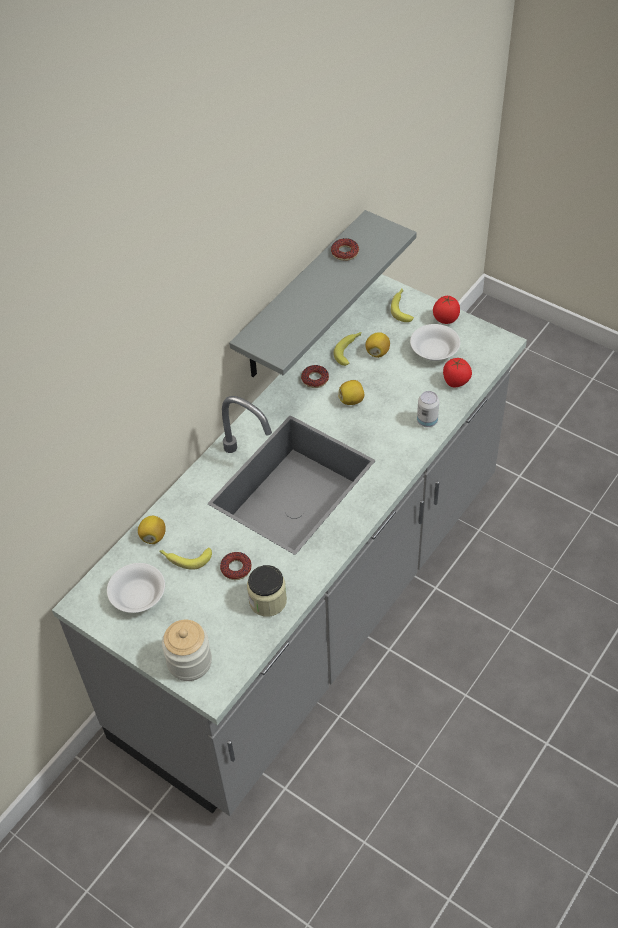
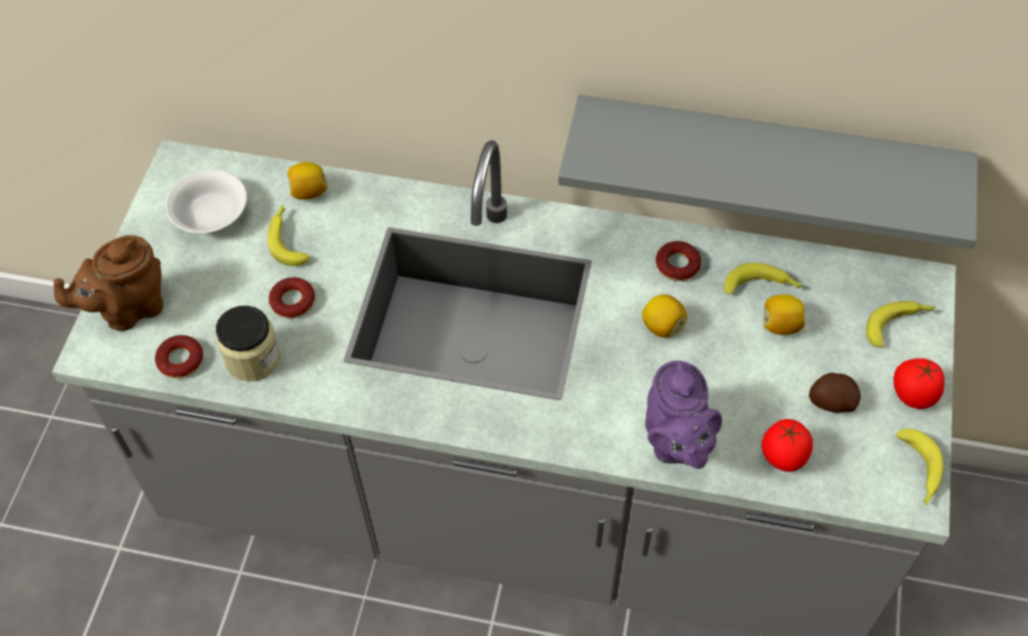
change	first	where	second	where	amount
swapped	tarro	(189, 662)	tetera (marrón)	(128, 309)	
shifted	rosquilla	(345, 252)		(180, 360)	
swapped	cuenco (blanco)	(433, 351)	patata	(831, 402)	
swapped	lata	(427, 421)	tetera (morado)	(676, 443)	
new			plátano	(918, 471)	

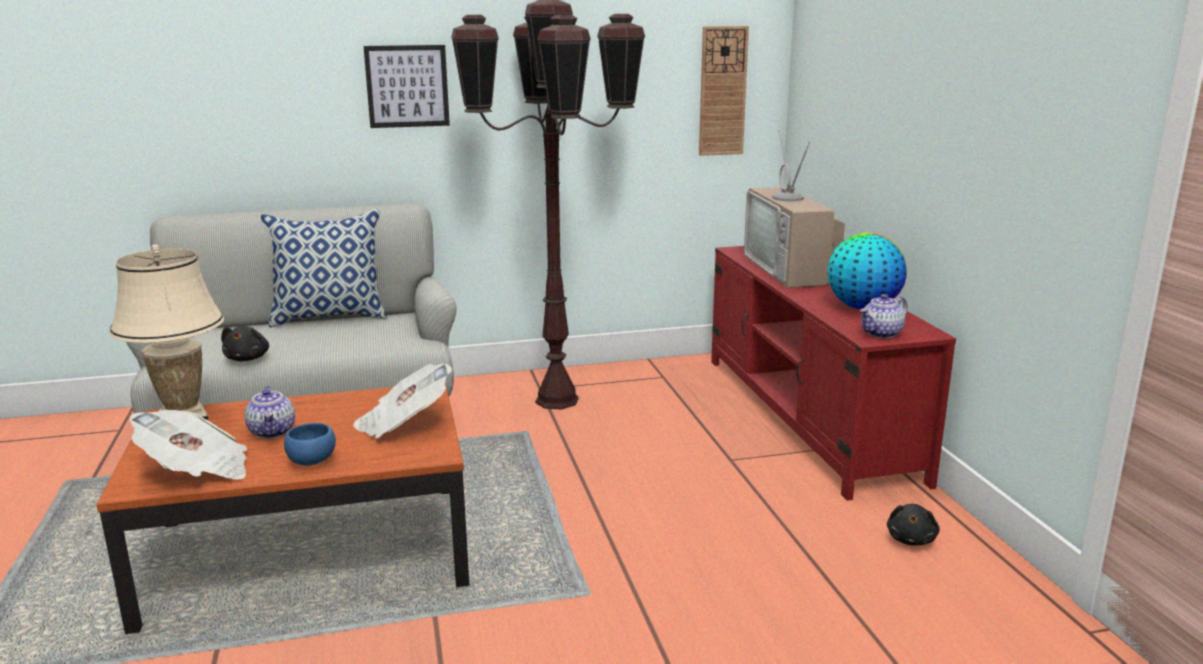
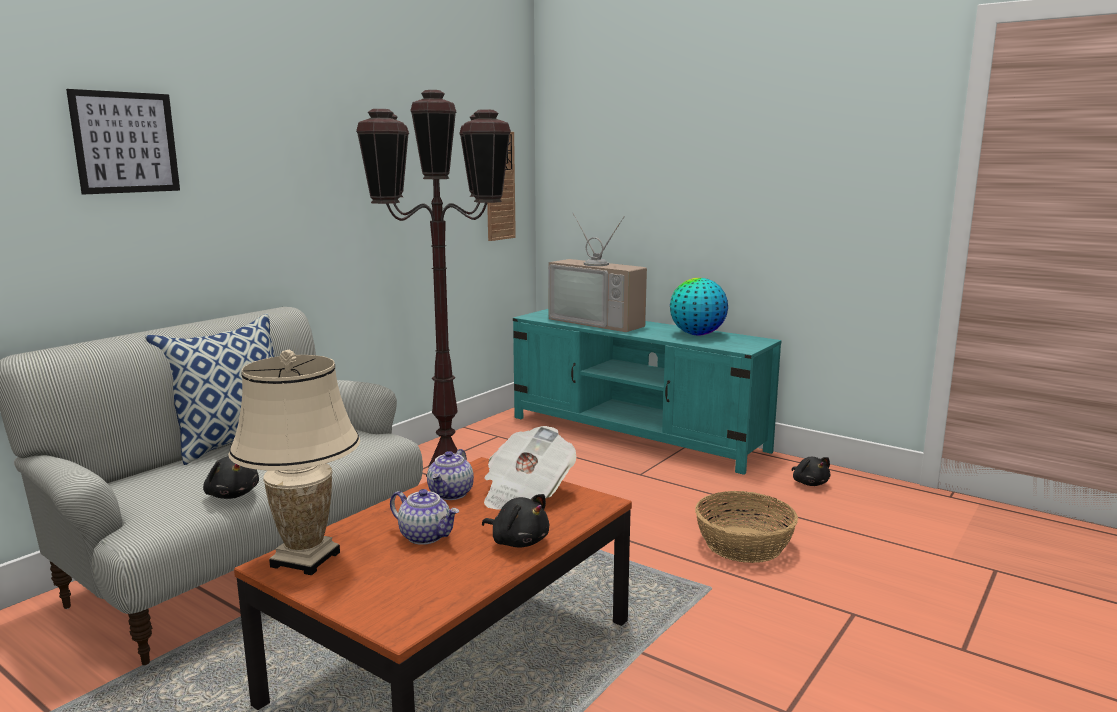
change	first	where	second	where	amount
gone	periódico	(197, 471)			
swapped	cuenco (azul)	(313, 460)	peluche (negro)	(518, 541)	
shifted	cuadro	(407, 86)		(125, 142)	
repainted	mueble de televisión (rojo)	(807, 416)	mueble de televisión (turquesa)	(636, 434)	
shifted	tetera	(881, 334)		(451, 494)	
new			cesta	(744, 544)	

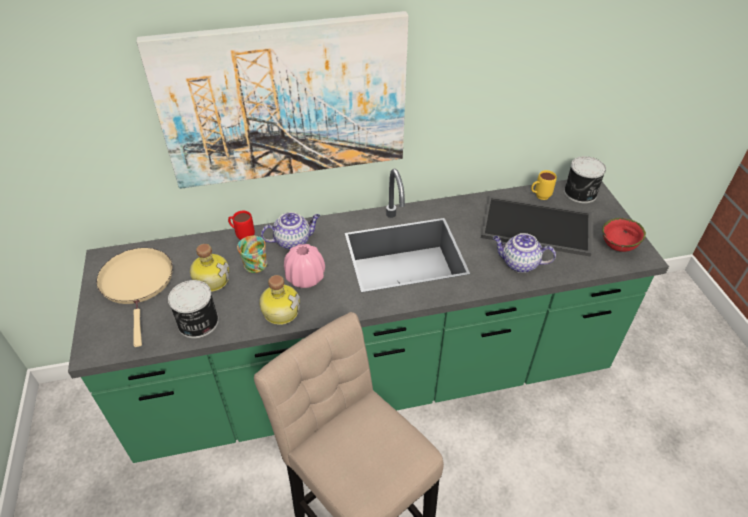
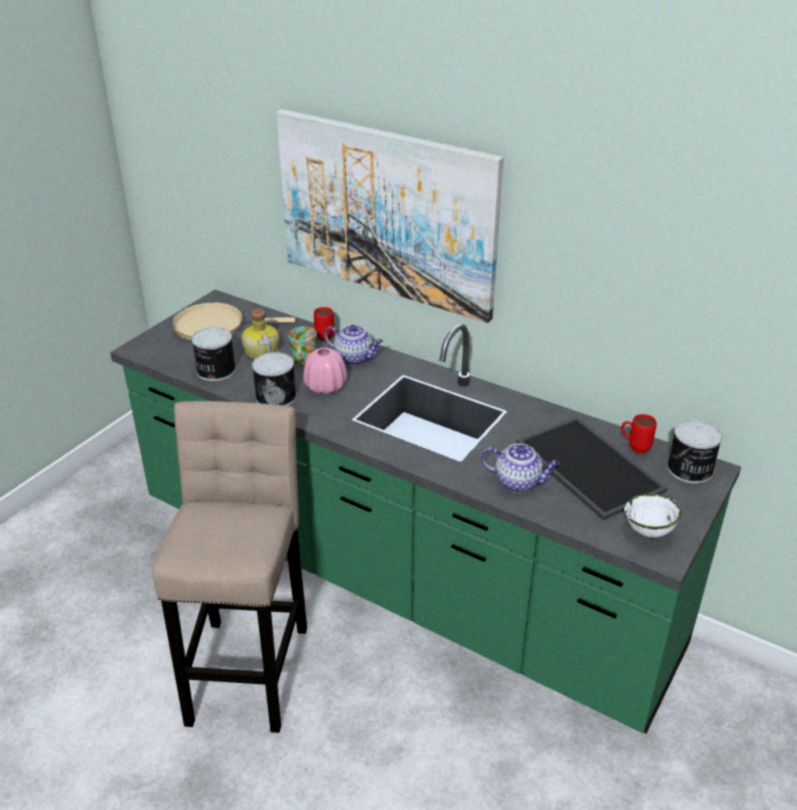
change	first	where	second	where	amount
rotated	sartén (beis)	(138, 283)		(214, 326)	120 degrees counterclockwise
swapped	botella	(280, 311)	lata	(276, 396)	
rotated	tetera	(519, 263)		(518, 482)	135 degrees clockwise
repainted	taza grande (amarillo)	(539, 197)	taza grande (rojo)	(634, 447)	
repainted	cuenco (rojo)	(618, 247)	cuenco (blanco)	(648, 533)	

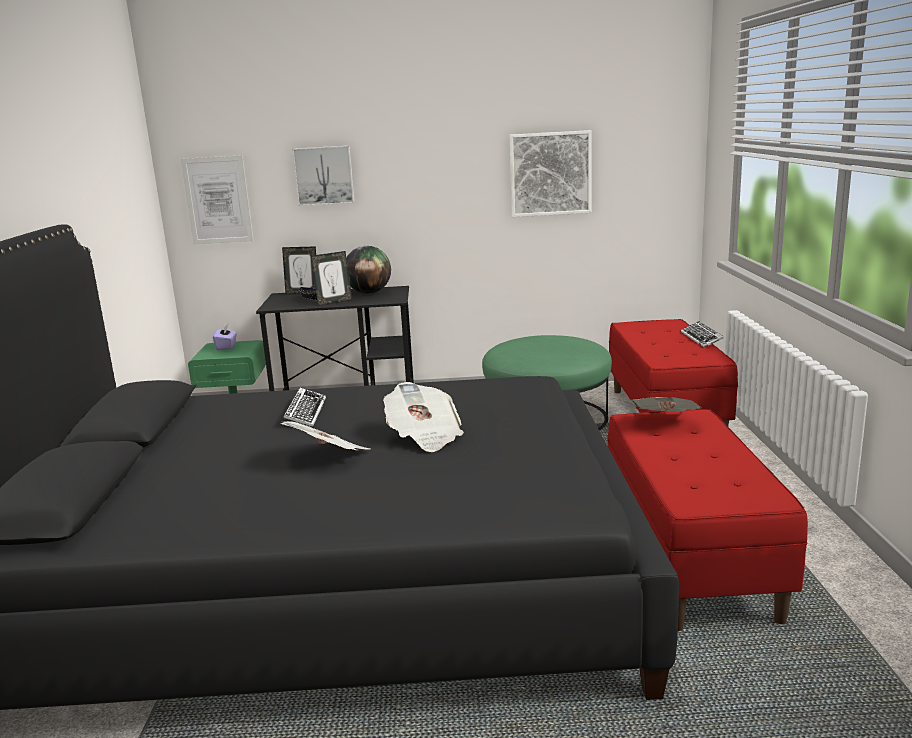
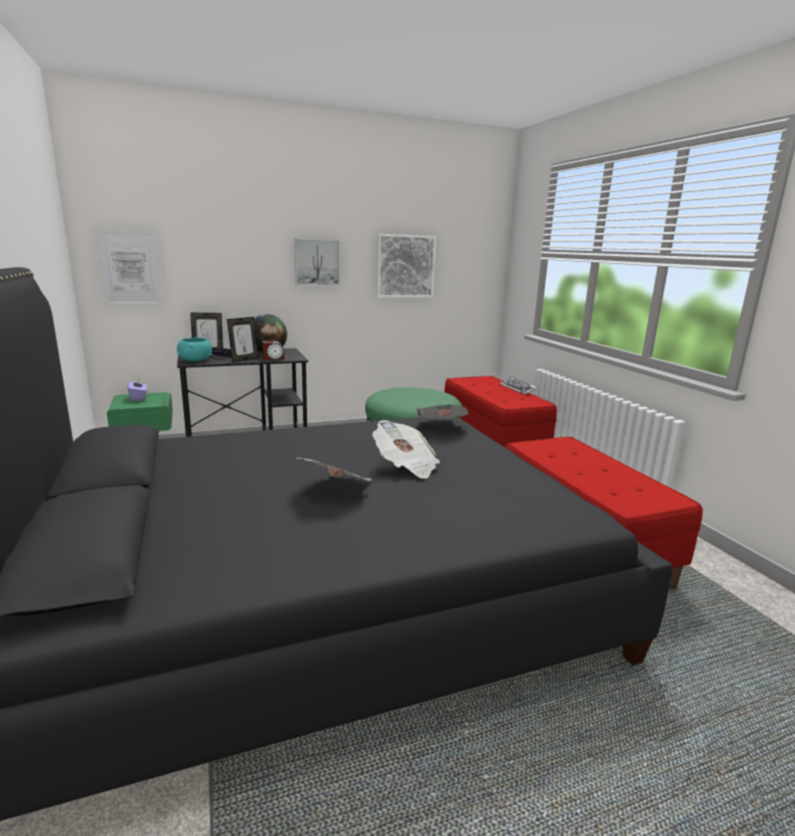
change	first	where	second	where	amount
gone	teclado	(305, 412)			
shifted	cuadro	(324, 175)		(316, 262)	
shifted	periódico	(664, 423)		(441, 427)	
new			cuenco (turquesa)	(195, 360)	
new			despertador	(273, 358)	

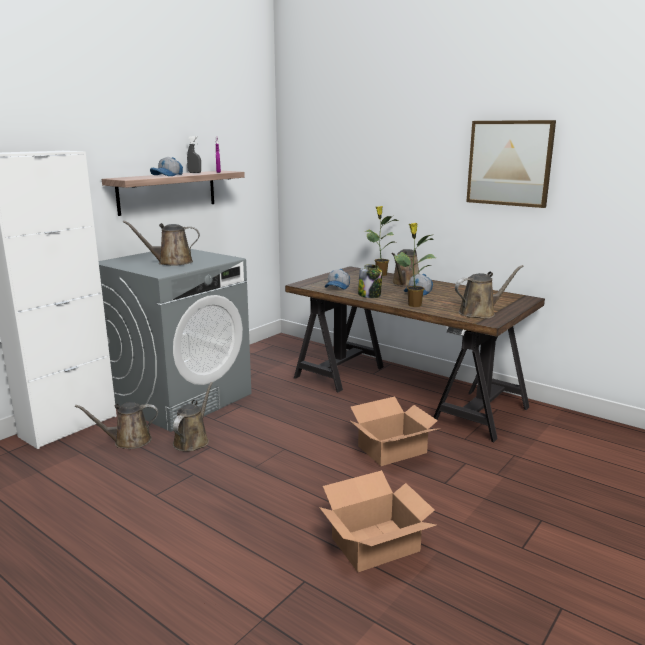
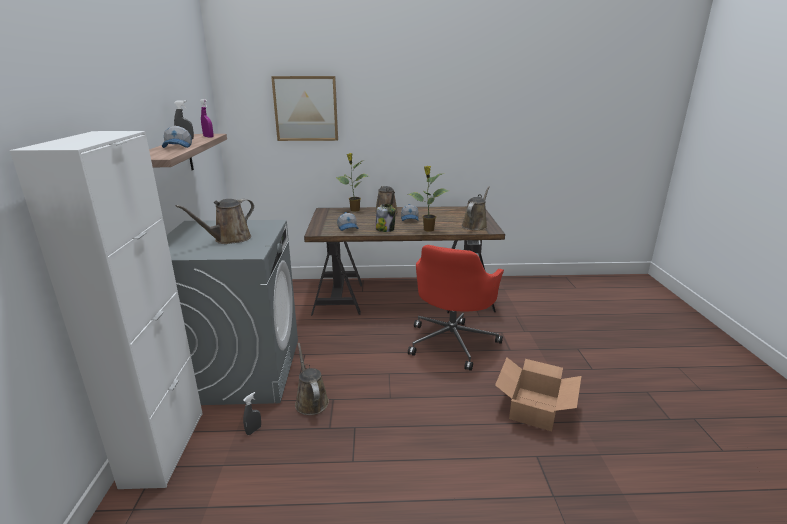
change	first	where	second	where	amount
swapped	regadera (marrón)	(128, 441)	pulverizador (gris)	(253, 430)	
swapped	caja de cartón	(391, 449)	silla de oficina (rojo)	(452, 342)	
shifted	cuadro	(509, 163)		(306, 108)	

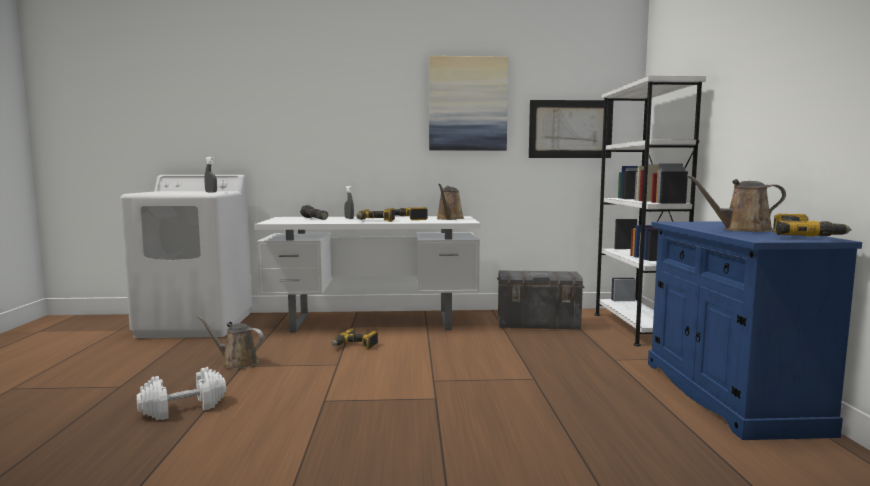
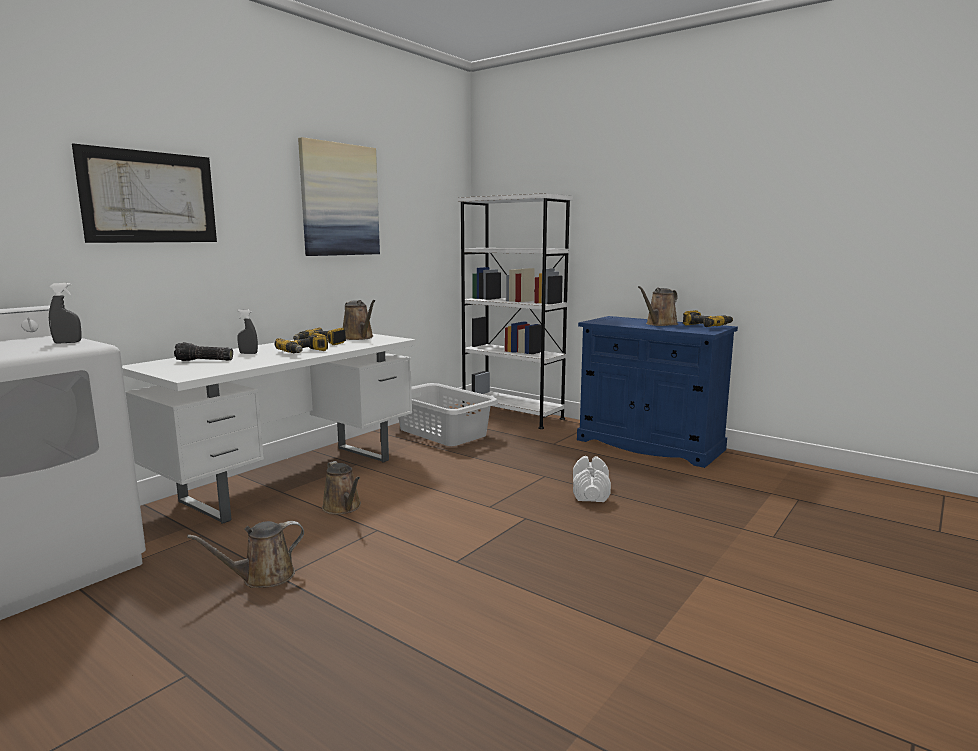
change	first	where	second	where	amount
shifted	mancuerna (blanco)	(183, 408)		(591, 492)	
swapped	taladro	(355, 346)	regadera (marrón)	(343, 507)	
swapped	caja de almacenaje (gris)	(538, 324)	cesto de la ropa (gris)	(442, 432)	
shifted	cuadro	(570, 129)		(150, 197)	

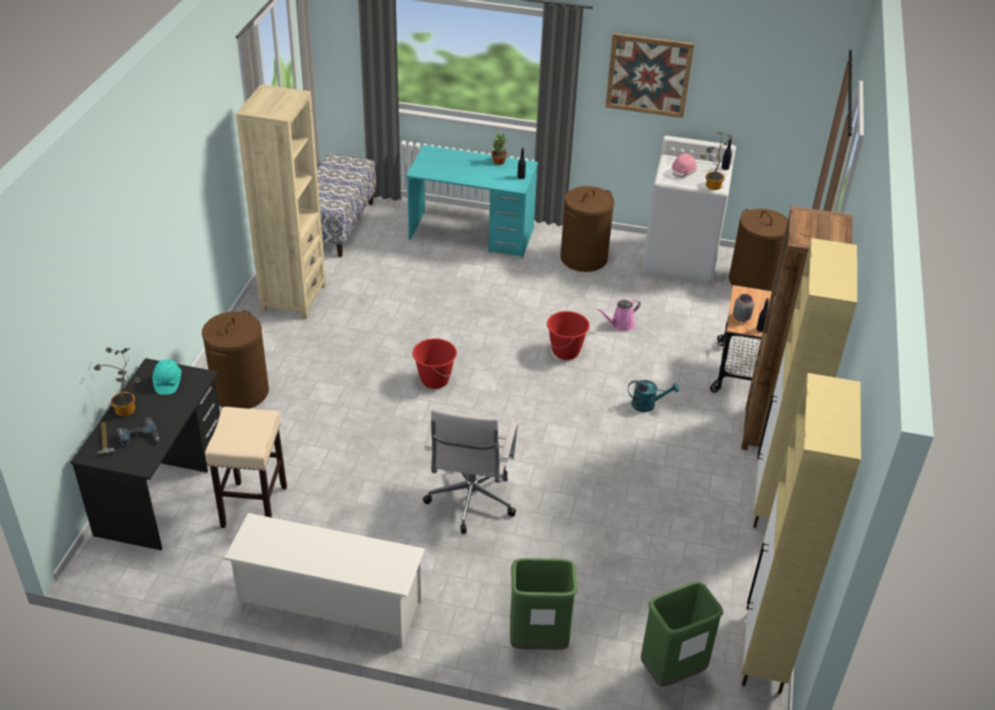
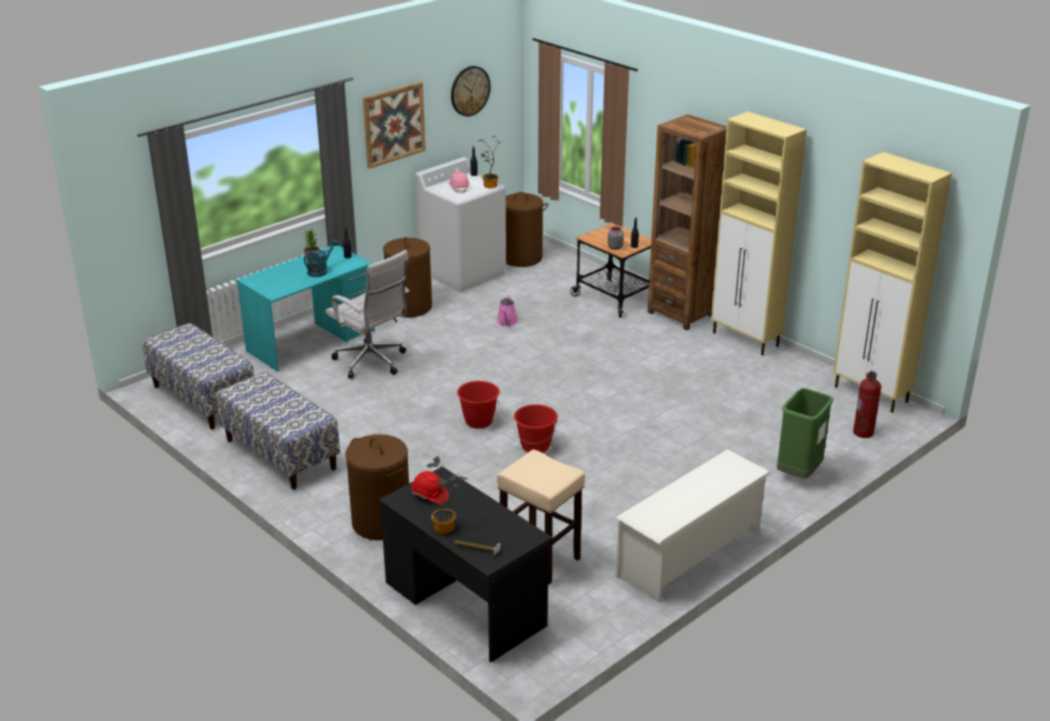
change	first	where	second	where	amount
gone	taladro	(139, 437)			
repainted	casco (turquesa)	(167, 382)	casco (rojo)	(429, 495)	
swapped	estantería (beis)	(293, 297)	banco	(280, 454)	
shifted	silla de oficina (blanco)	(470, 502)		(372, 363)	
shifted	cubo (rojo)	(566, 351)		(535, 446)	
shifted	regadera (turquesa)	(648, 404)		(320, 271)	
swapped	papelera (verde)	(672, 671)	extintor	(863, 432)	
new			reloj de pared	(470, 91)	

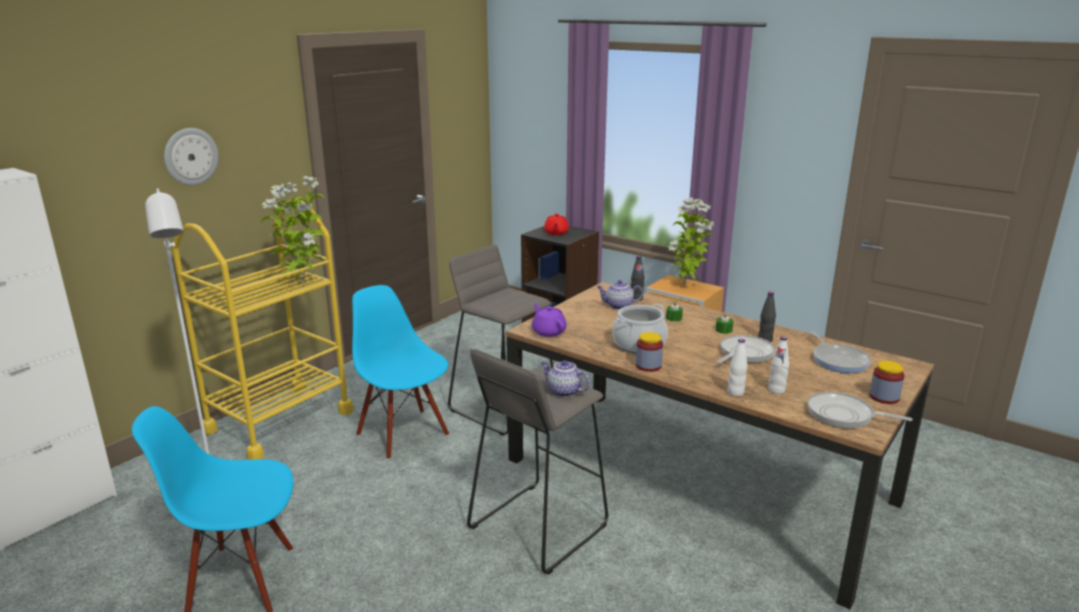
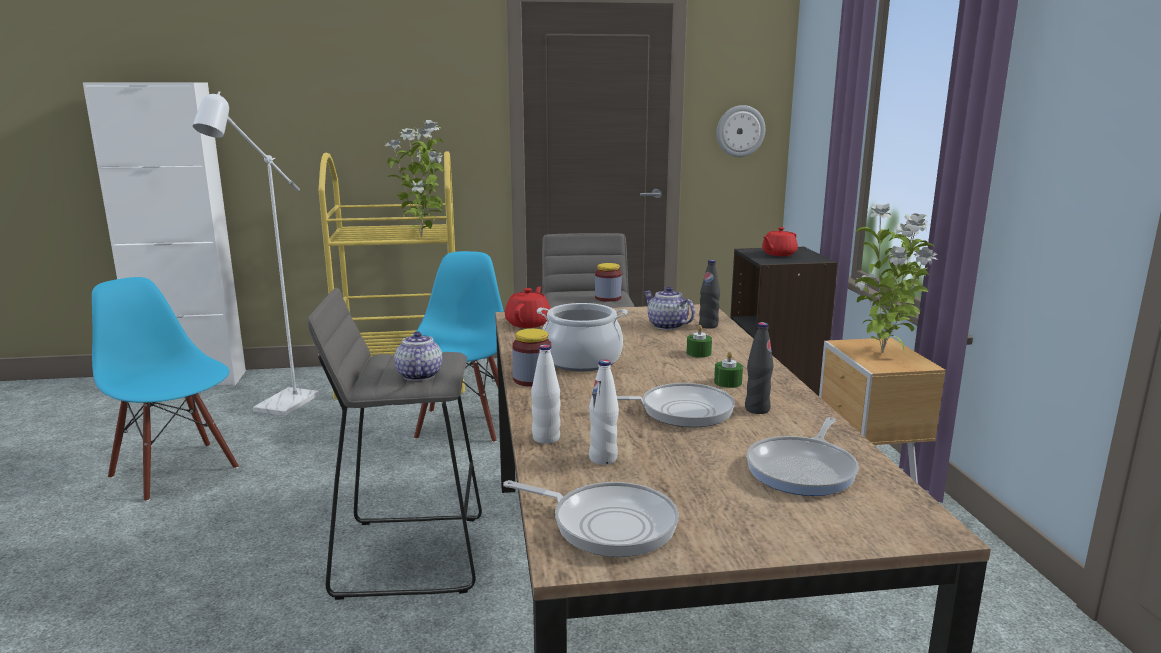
change	first	where	second	where	amount
shifted	reloj de pared	(190, 156)		(740, 131)	
repainted	tetera (morado)	(548, 331)	tetera (rojo)	(529, 323)	
rotated	sartén	(844, 415)		(607, 524)	135 degrees clockwise
shifted	tarro	(884, 397)		(608, 298)	

